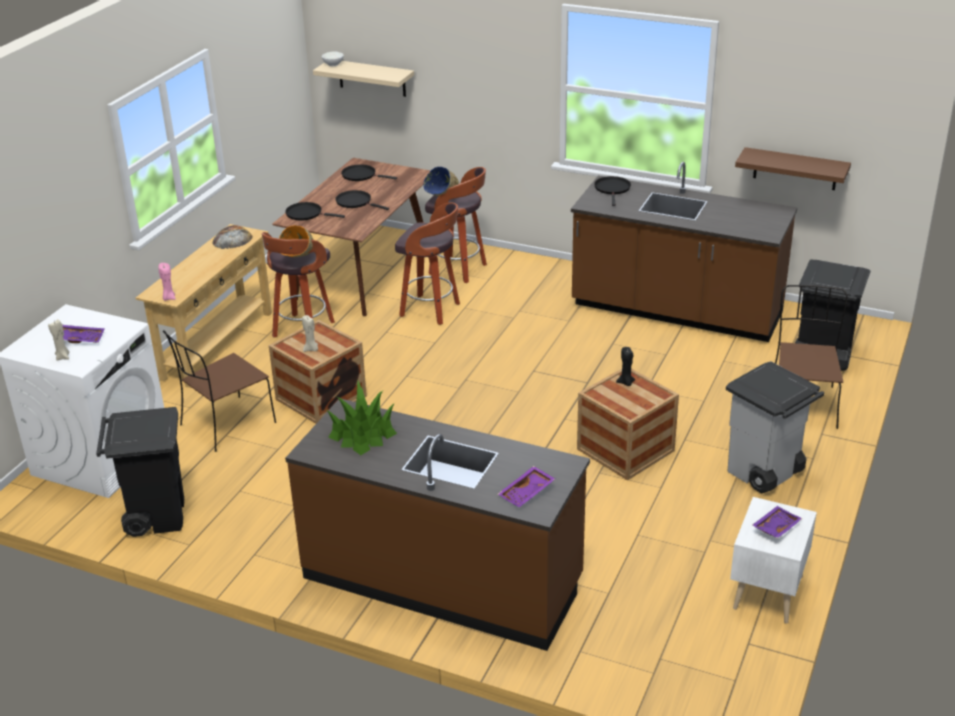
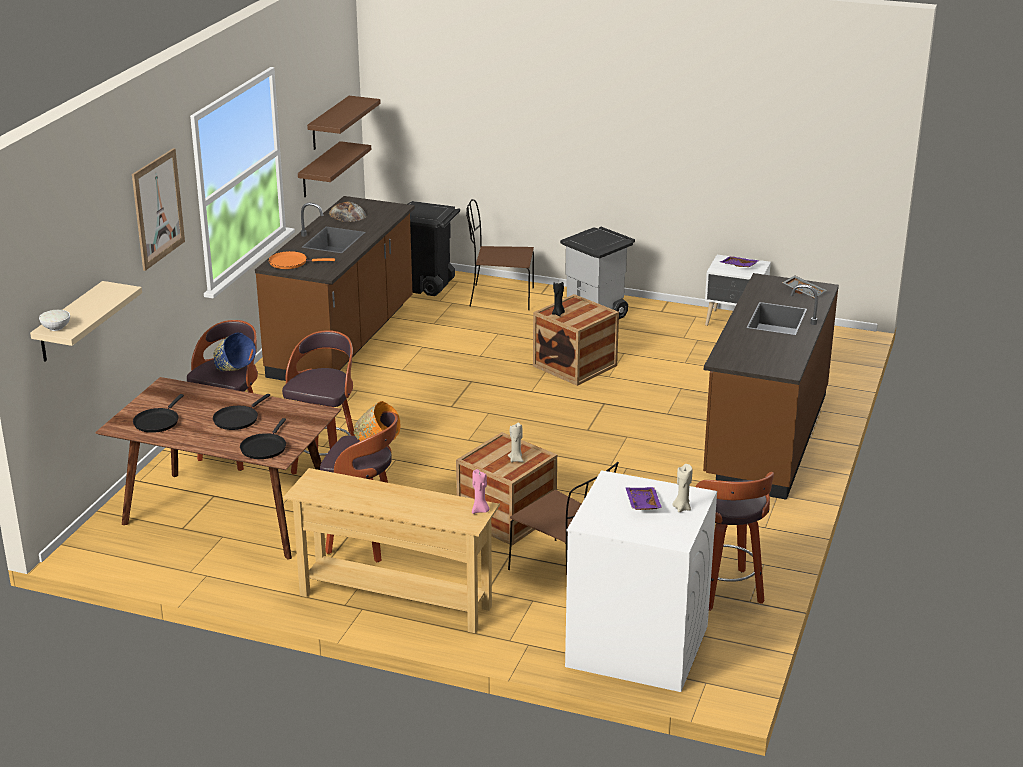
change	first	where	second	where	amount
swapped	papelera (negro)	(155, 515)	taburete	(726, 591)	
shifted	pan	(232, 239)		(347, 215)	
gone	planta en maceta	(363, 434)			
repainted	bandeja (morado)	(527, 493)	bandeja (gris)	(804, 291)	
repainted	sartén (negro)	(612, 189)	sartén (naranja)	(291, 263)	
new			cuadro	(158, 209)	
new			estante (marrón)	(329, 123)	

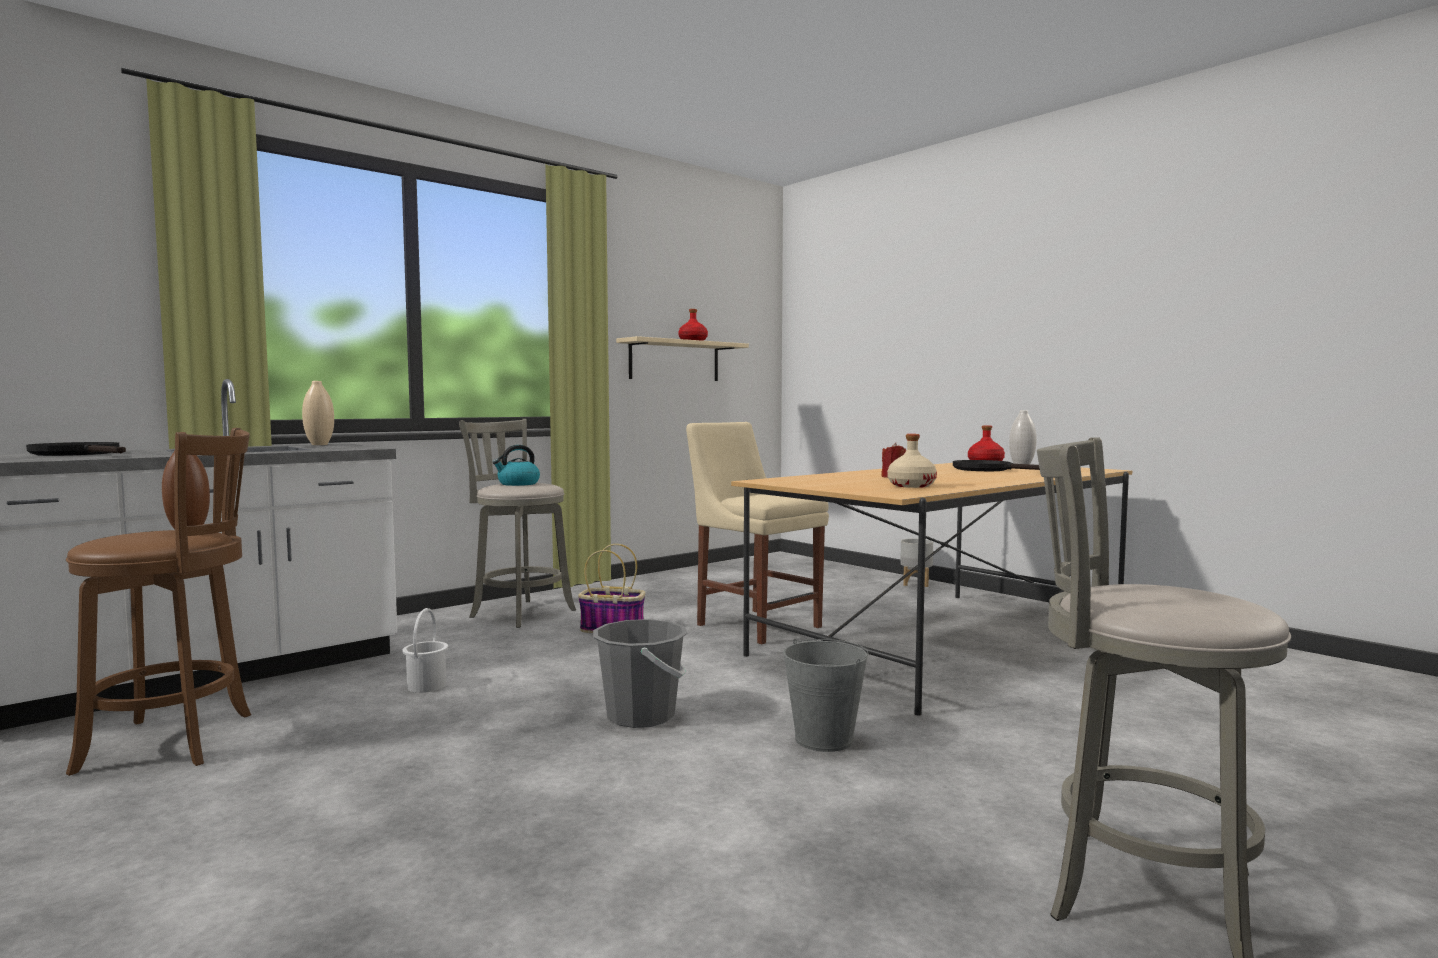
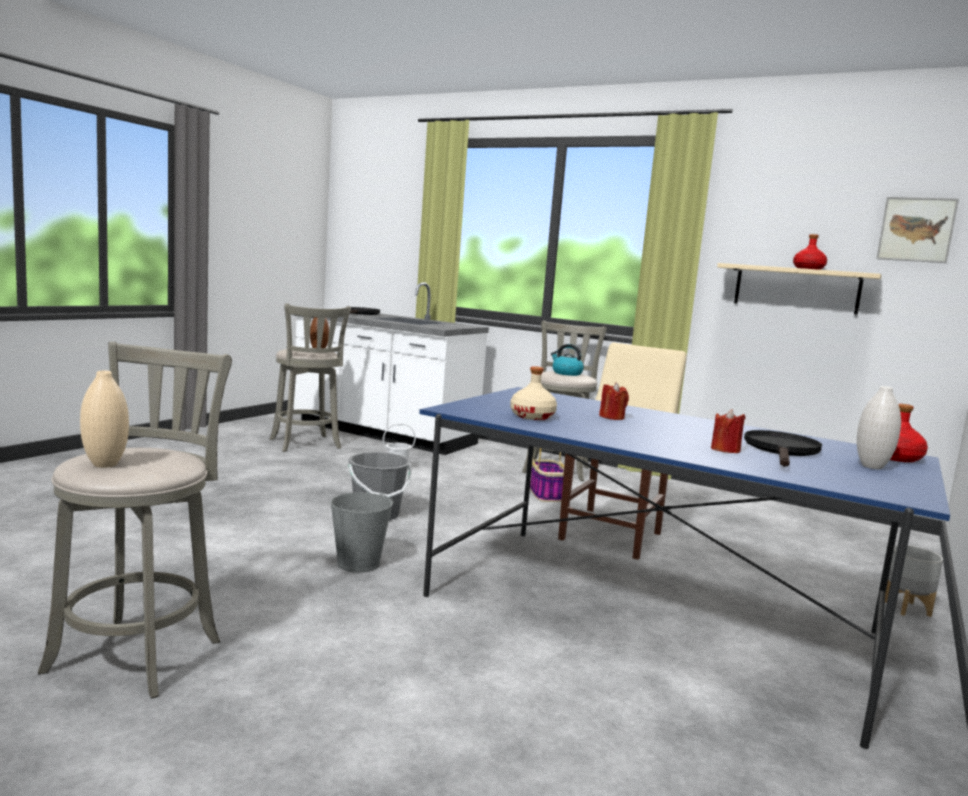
change	first	where	second	where	amount
repainted	taburete (marrón)	(176, 741)	taburete (gris)	(306, 444)	
shifted	florero (beis)	(319, 444)		(105, 464)	
repainted	mesa de comedor (beis)	(942, 642)	mesa de comedor (azul)	(650, 614)	
new			vela (rojo)	(725, 450)	
new			cuadro	(916, 229)	

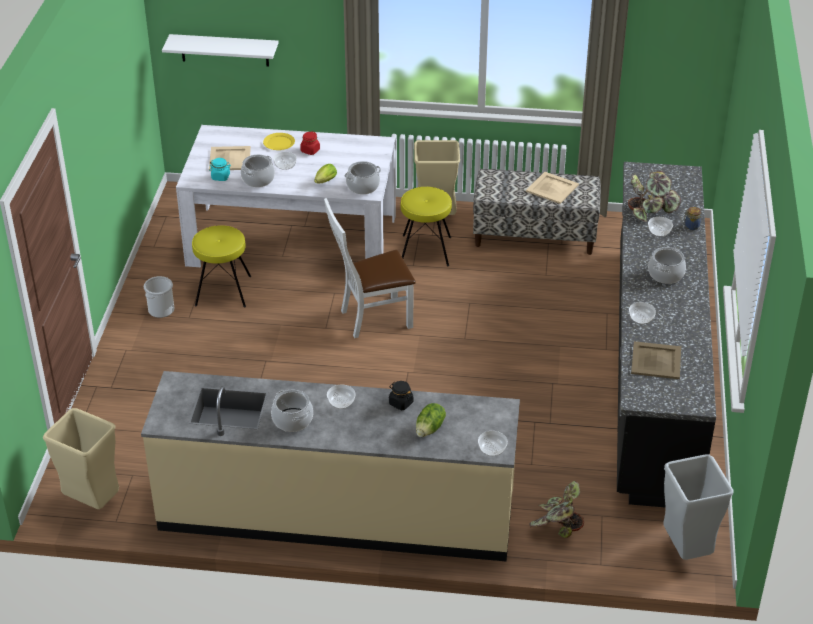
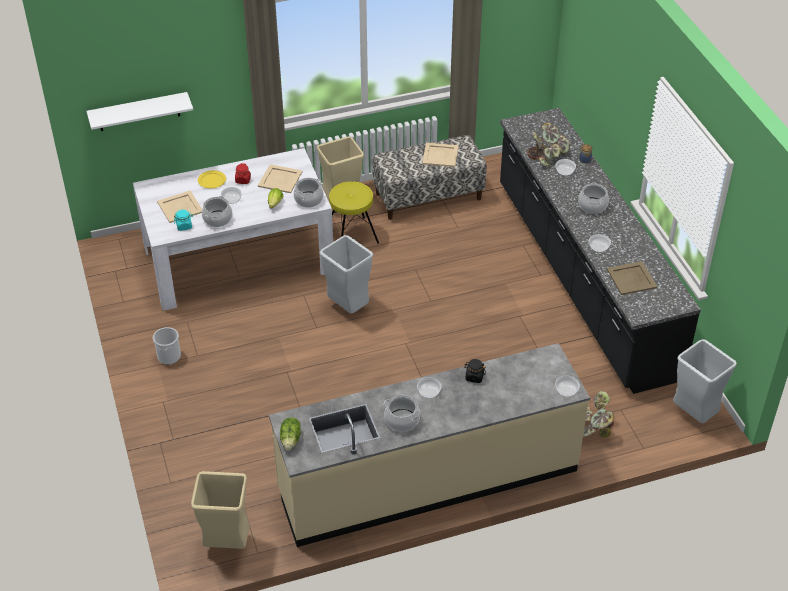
change	first	where	second	where	amount
gone	taburete (amarillo)	(222, 291)			
swapped	silla (blanco)	(371, 318)	papelera (gris)	(347, 307)	
shifted	lechuga	(430, 429)		(291, 439)	
new			bandeja (beis)	(280, 179)	

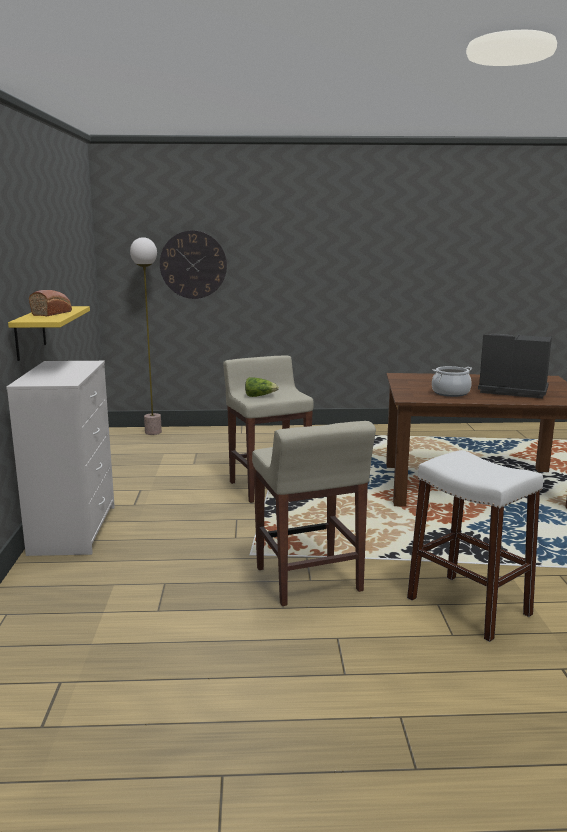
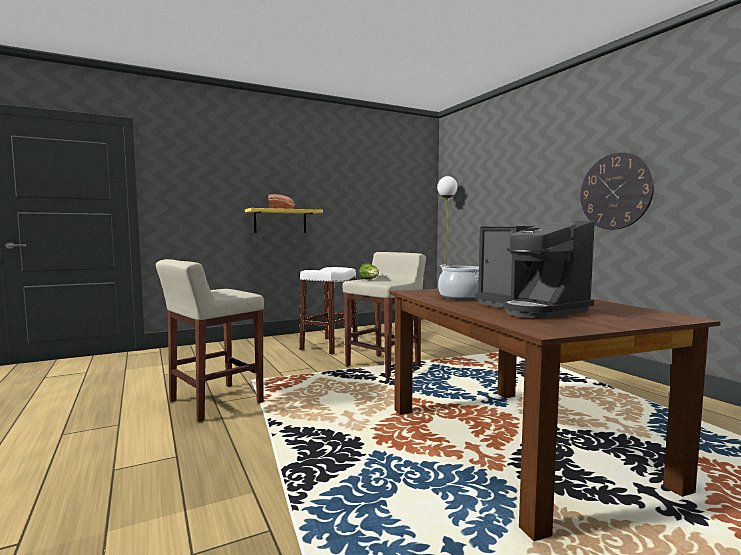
change	first	where	second	where	amount
gone	cómoda (blanco)	(73, 529)			
shifted	reloj de pared	(193, 264)		(615, 191)	
shifted	taburete (blanco)	(468, 606)		(329, 346)	
rotated	cafetera	(510, 391)		(530, 309)	150 degrees clockwise

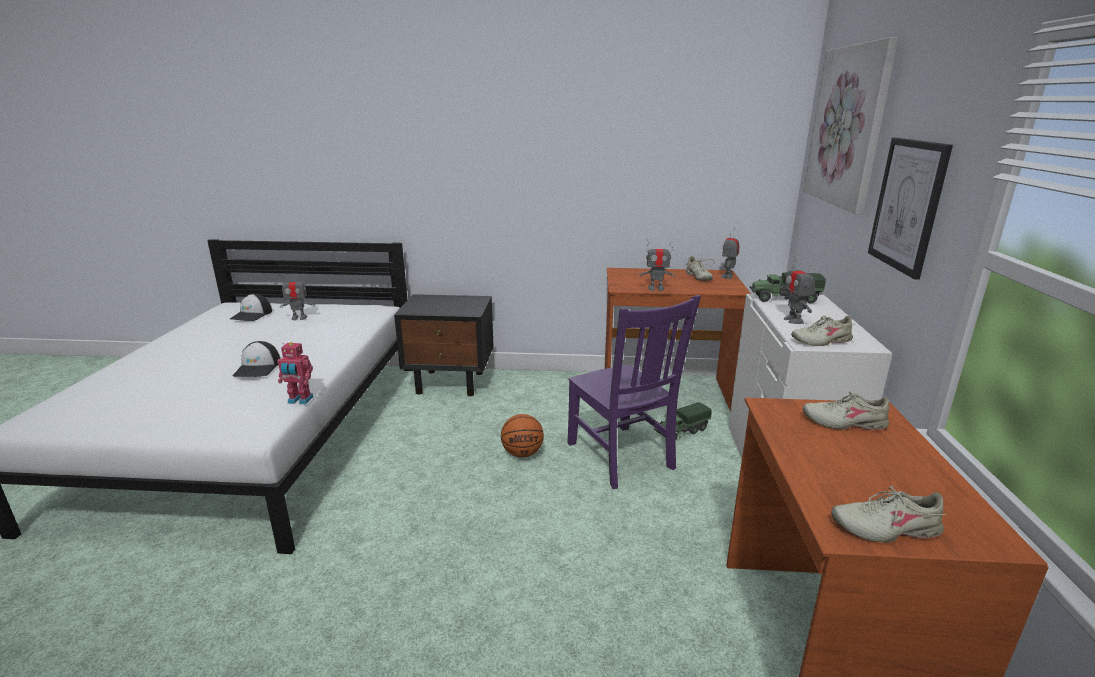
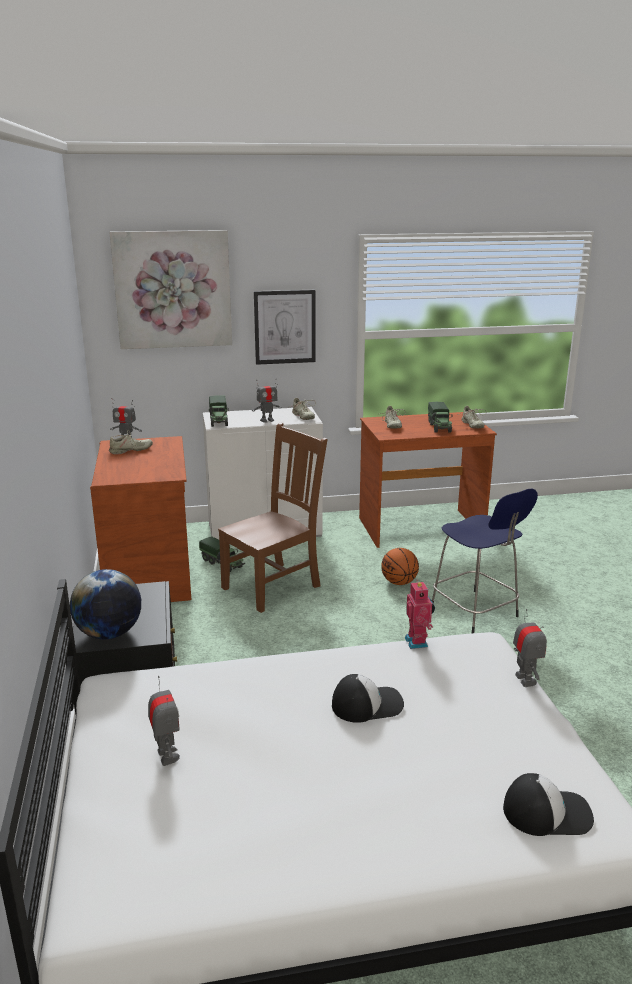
change	first	where	second	where	amount
shifted	gorra	(252, 315)		(547, 812)	
shifted	balón de baloncesto	(522, 454)		(399, 582)	
repainted	silla (morado)	(621, 457)	silla (marrón)	(274, 586)	
shifted	robot de juguete	(656, 289)		(525, 679)	
new			globo terráqueo	(109, 634)	
new			camión de juguete	(439, 427)	
new			taburete (azul)	(476, 613)	

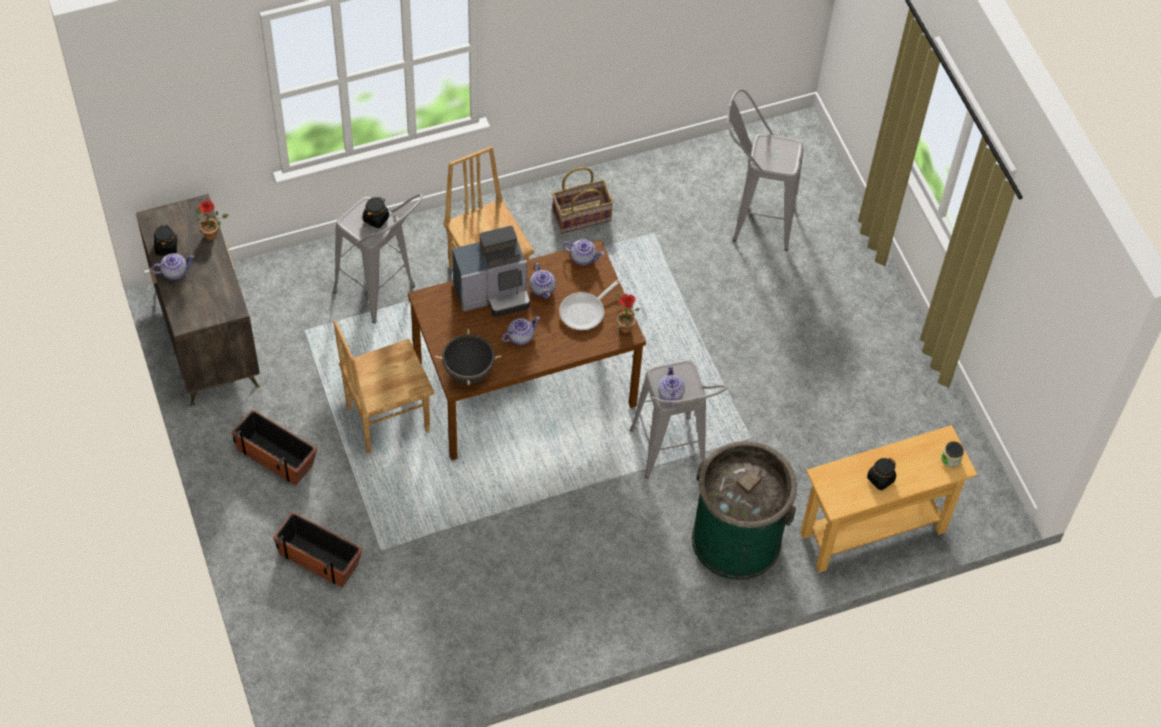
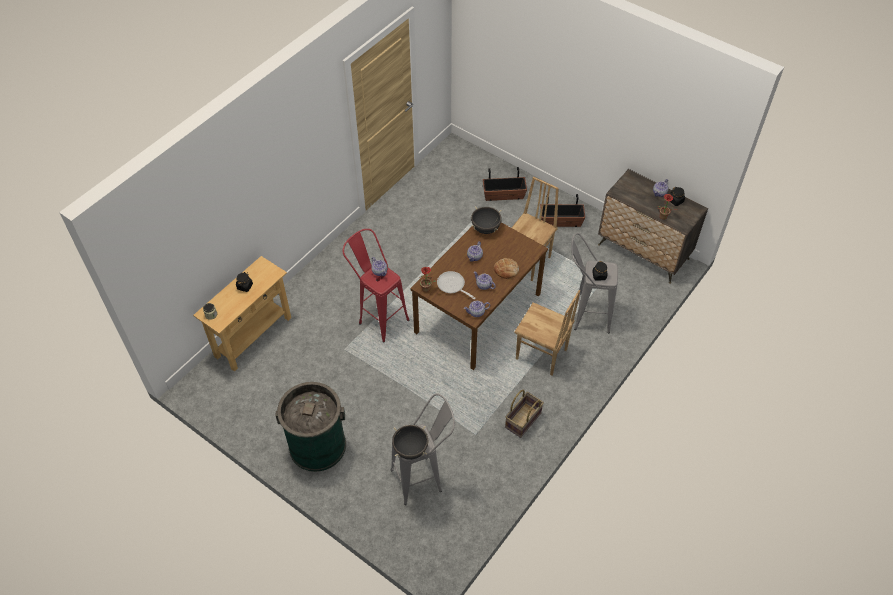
change	first	where	second	where	amount
swapped	cafetera	(493, 293)	pan	(506, 270)	
rotated	sartén	(585, 311)		(452, 286)	60 degrees counterclockwise
repainted	taburete (gris)	(671, 458)	taburete (rojo)	(378, 317)	
shifted	papelera (verde)	(736, 539)		(317, 445)	
new			olla (negro)	(411, 450)	

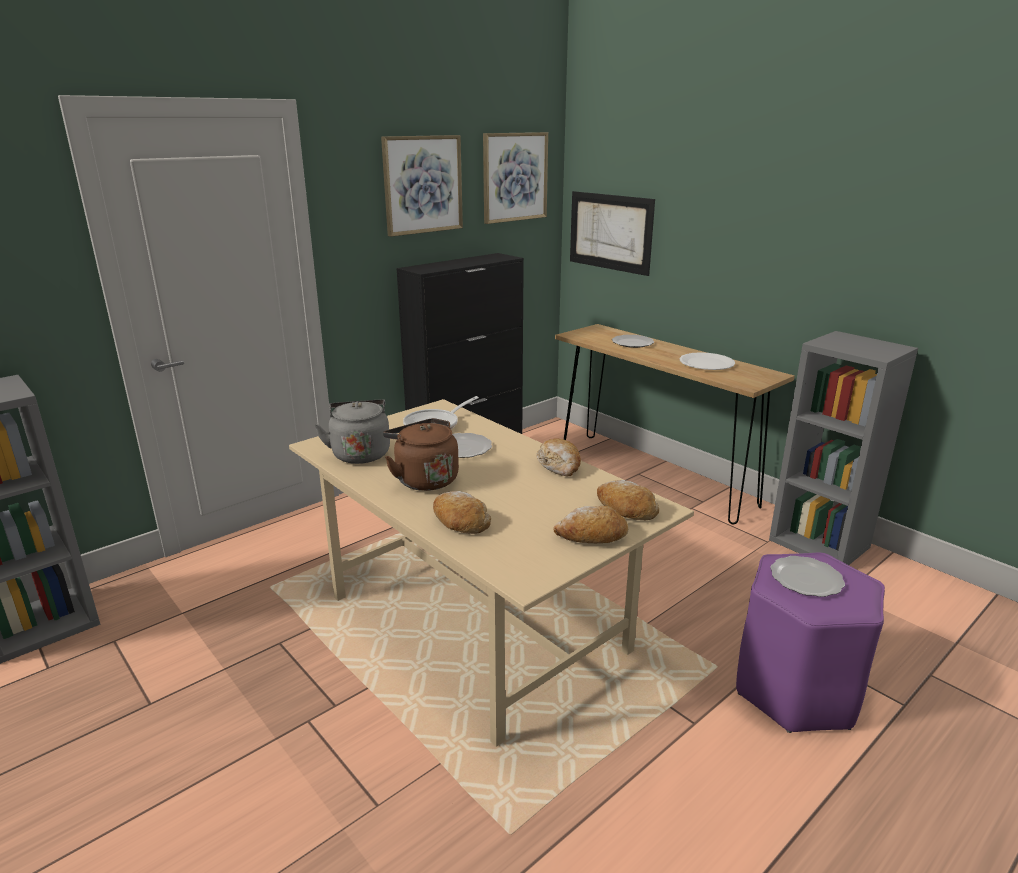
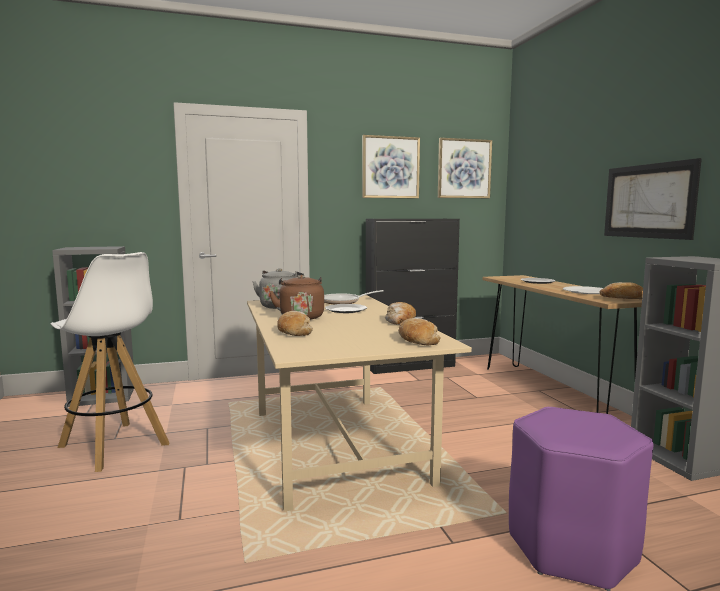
change	first	where	second	where	amount
shifted	pan	(592, 536)		(623, 298)	
shifted	cuadro	(610, 232)		(648, 201)	
gone	plato	(806, 578)			
new			taburete (blanco)	(114, 446)	

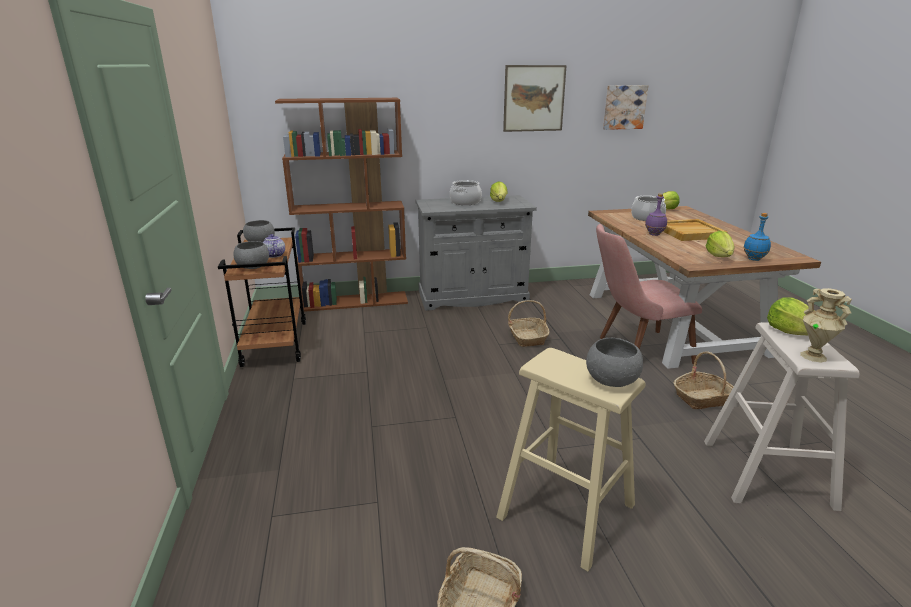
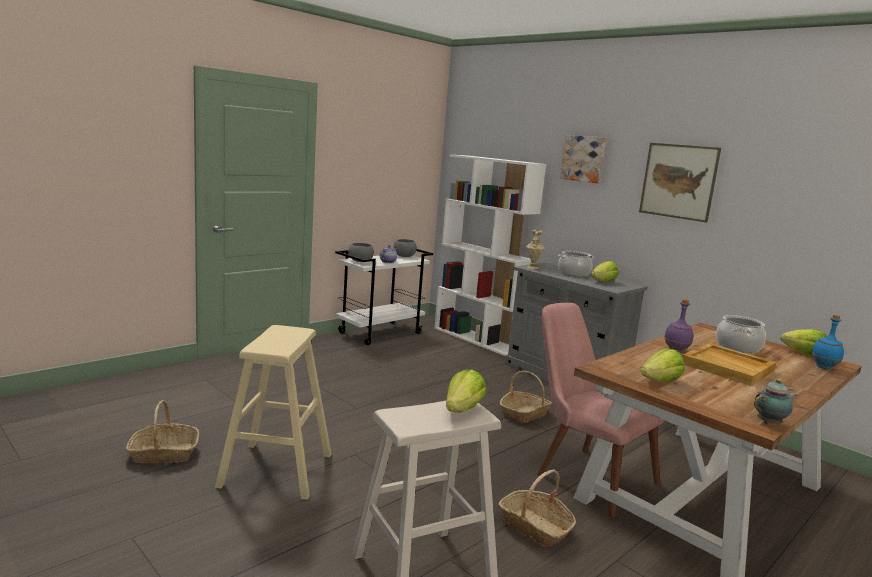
change	first	where	second	where	amount
repainted	carrito (marrón)	(274, 343)	carrito (blanco)	(380, 333)	
repainted	estantería (marrón)	(355, 301)	estantería (blanco)	(477, 339)	
gone	cuenco (gris)	(611, 380)			
shifted	cuadro	(624, 107)		(583, 158)	
shifted	botella (azul)	(753, 259)		(823, 367)	
shifted	florero (beis)	(813, 356)		(533, 267)	
new			tetera	(770, 423)	

